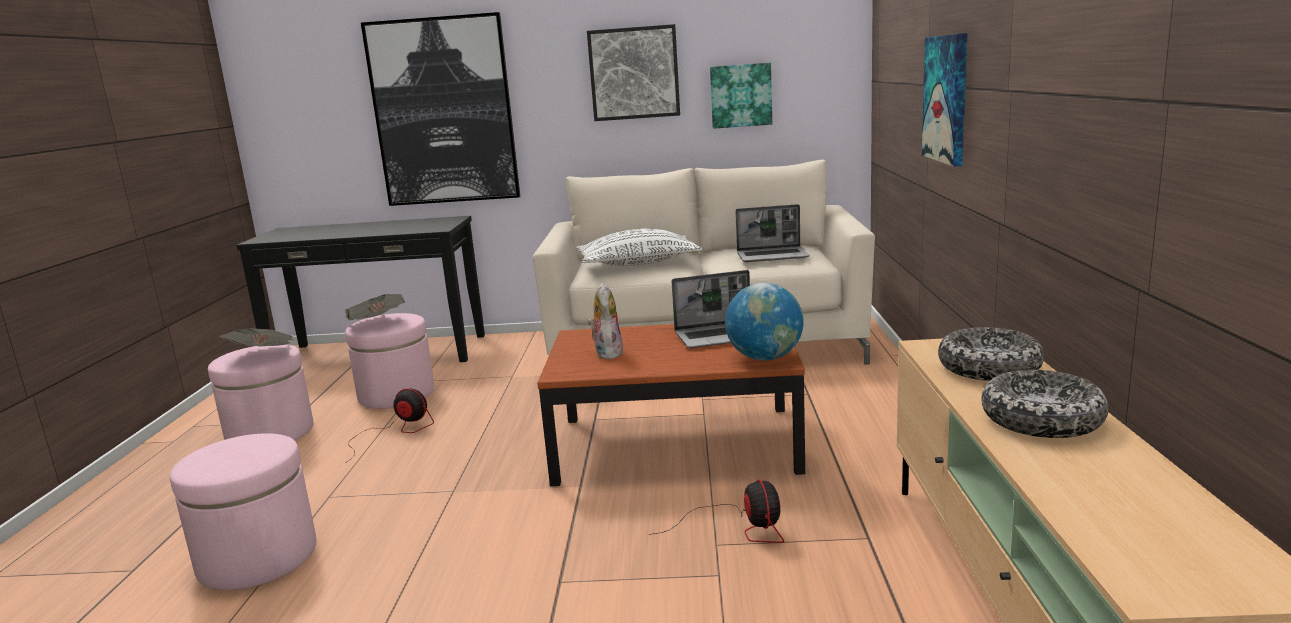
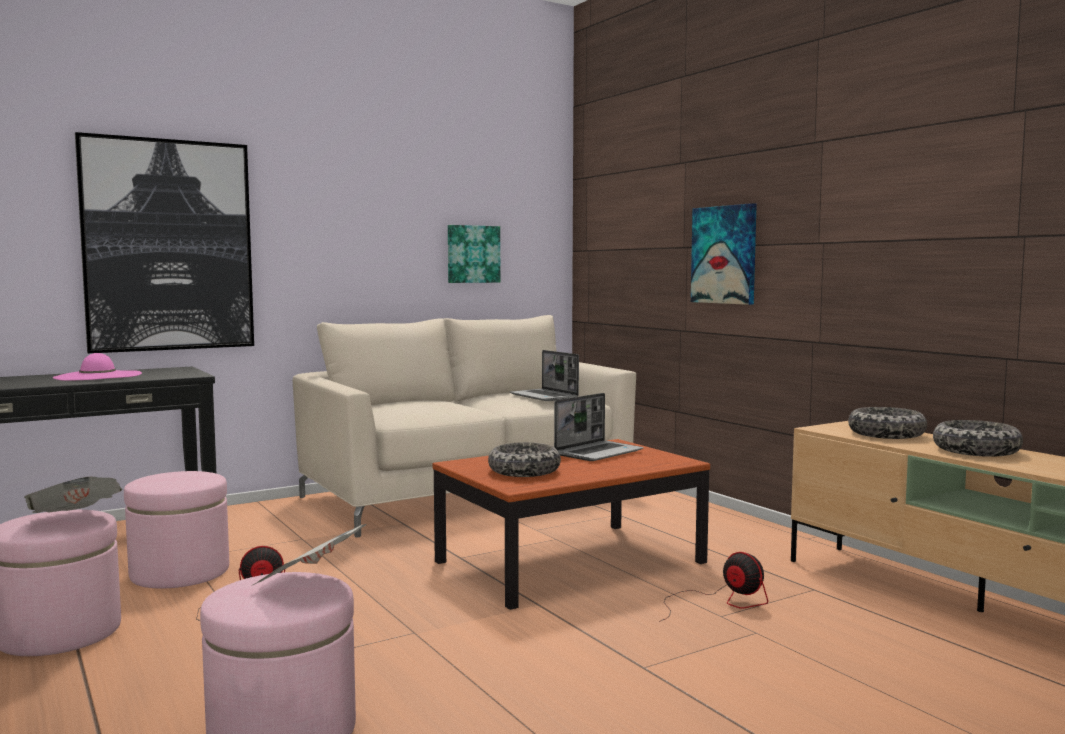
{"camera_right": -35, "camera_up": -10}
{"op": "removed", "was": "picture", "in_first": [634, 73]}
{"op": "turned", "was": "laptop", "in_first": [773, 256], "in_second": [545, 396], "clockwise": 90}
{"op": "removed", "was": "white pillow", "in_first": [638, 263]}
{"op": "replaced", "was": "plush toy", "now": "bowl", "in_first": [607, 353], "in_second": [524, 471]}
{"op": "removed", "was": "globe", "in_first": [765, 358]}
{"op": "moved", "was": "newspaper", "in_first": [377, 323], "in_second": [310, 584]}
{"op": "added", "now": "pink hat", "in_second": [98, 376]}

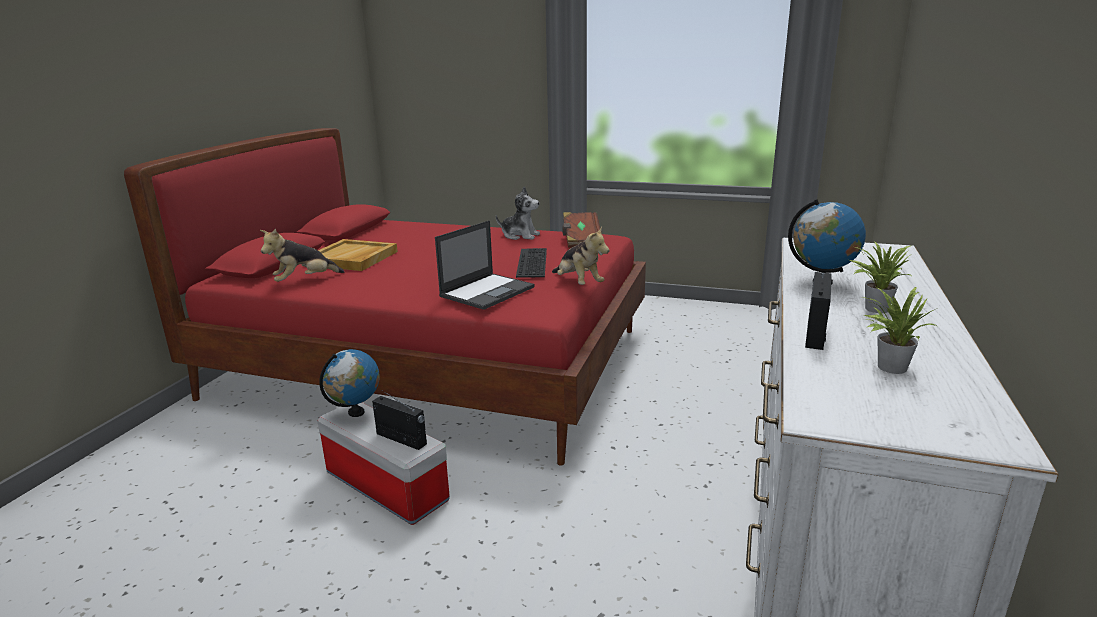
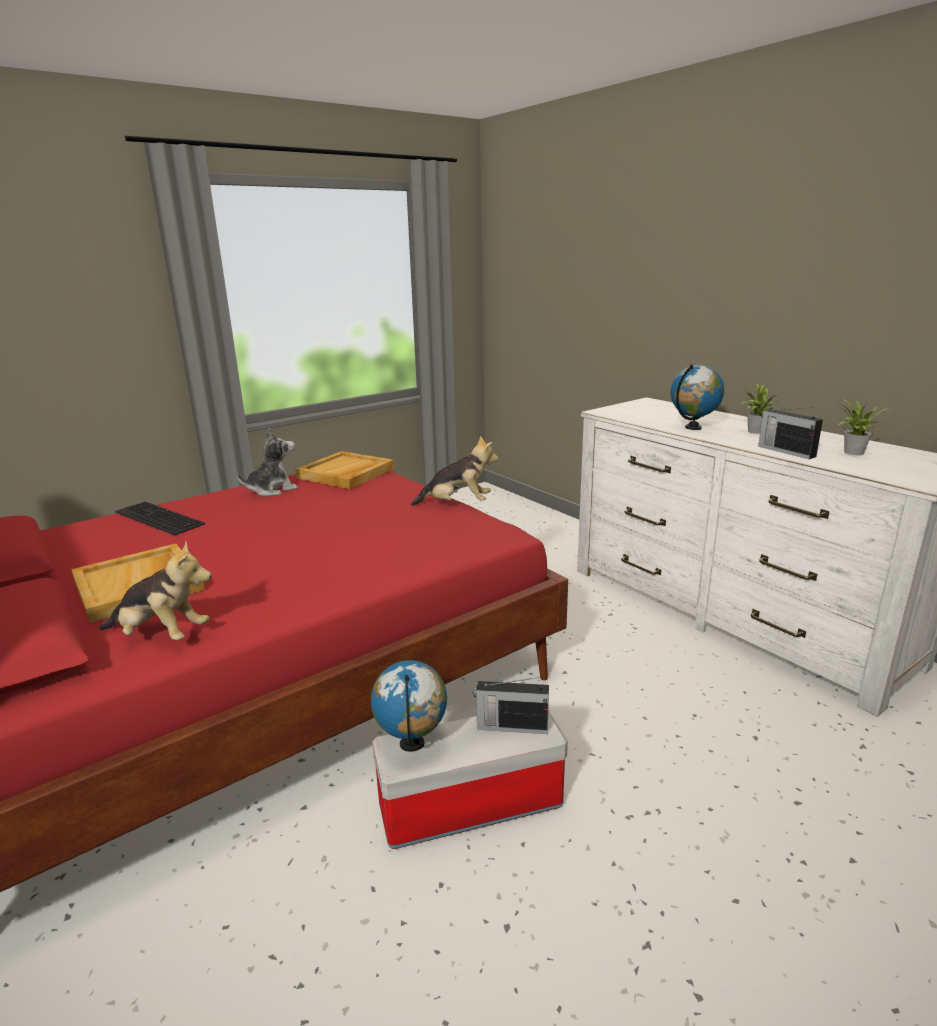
{"camera_right": -55, "camera_up": 0}
{"op": "replaced", "was": "brown book", "now": "beige tray", "in_first": [581, 240], "in_second": [346, 473]}
{"op": "removed", "was": "laptop", "in_first": [488, 291]}
{"op": "turned", "was": "plush toy", "in_first": [304, 281], "in_second": [161, 635], "clockwise": -75}
{"op": "moved", "was": "keyboard", "in_first": [530, 262], "in_second": [156, 518]}
{"op": "turned", "was": "radio", "in_first": [402, 439], "in_second": [511, 726], "clockwise": -150}

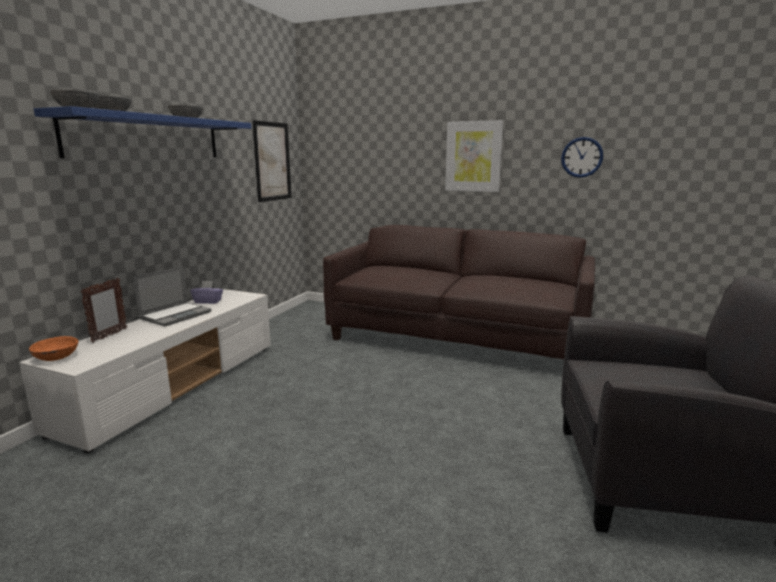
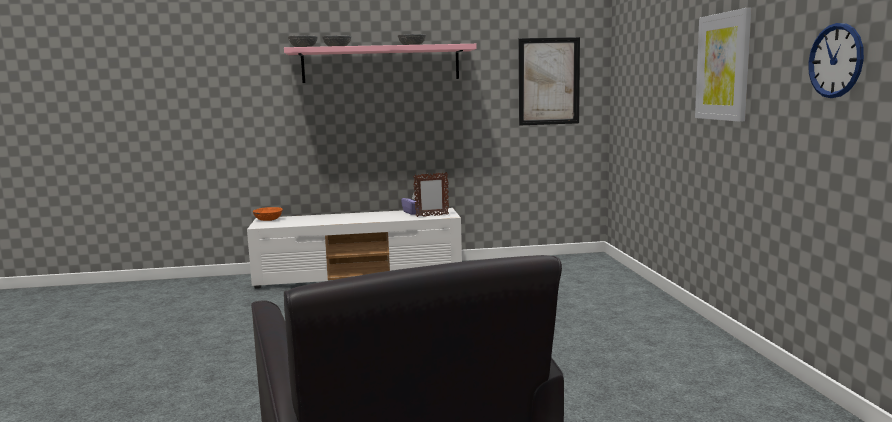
{"camera_right": 60, "camera_up": -5}
{"op": "recoloured", "was": "blue shelf", "now": "pink shelf", "in_first": [148, 137], "in_second": [381, 64]}
{"op": "removed", "was": "brown sofa", "in_first": [456, 338]}
{"op": "removed", "was": "laptop", "in_first": [176, 315]}
{"op": "moved", "was": "picture frame", "in_first": [109, 335], "in_second": [432, 216]}

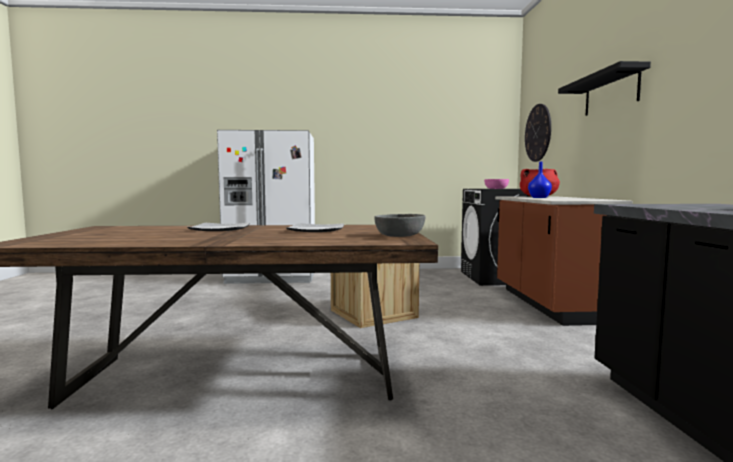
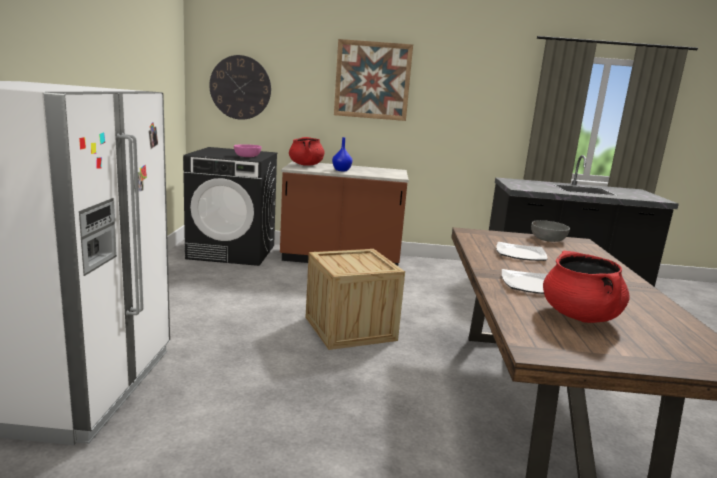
{"camera_right": -85, "camera_up": 10}
{"op": "replaced", "was": "black shelf", "now": "picture", "in_first": [611, 93], "in_second": [372, 80]}
{"op": "added", "now": "red cooking pot", "in_second": [580, 316]}

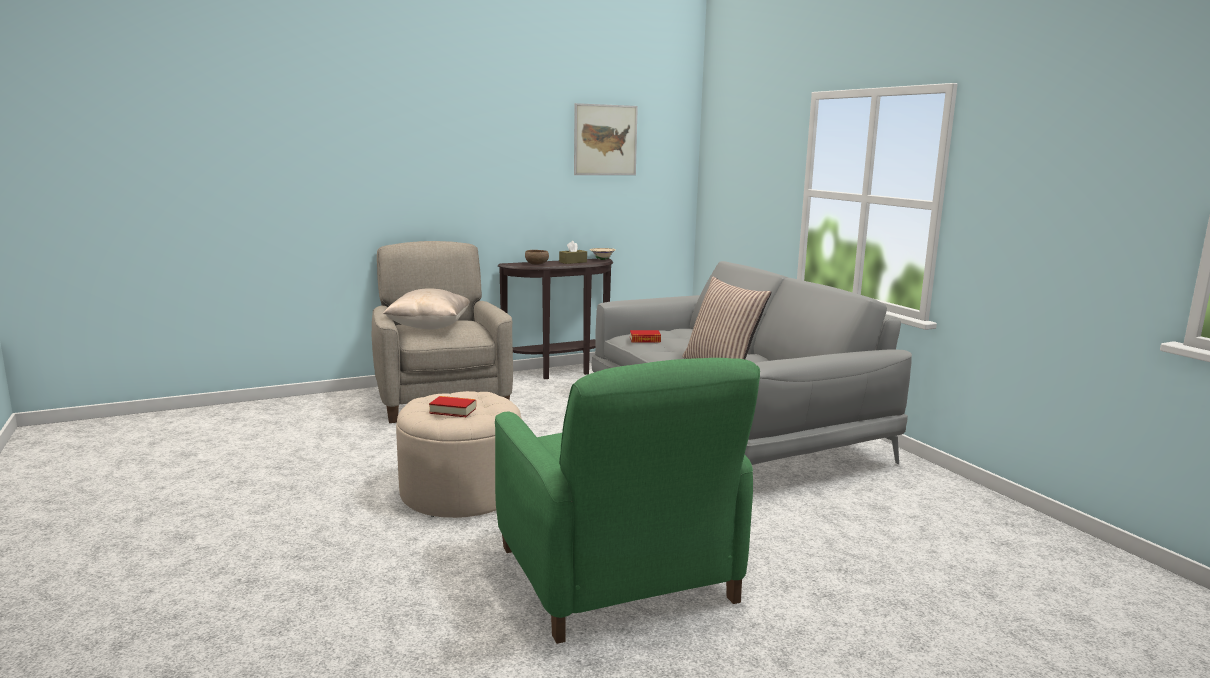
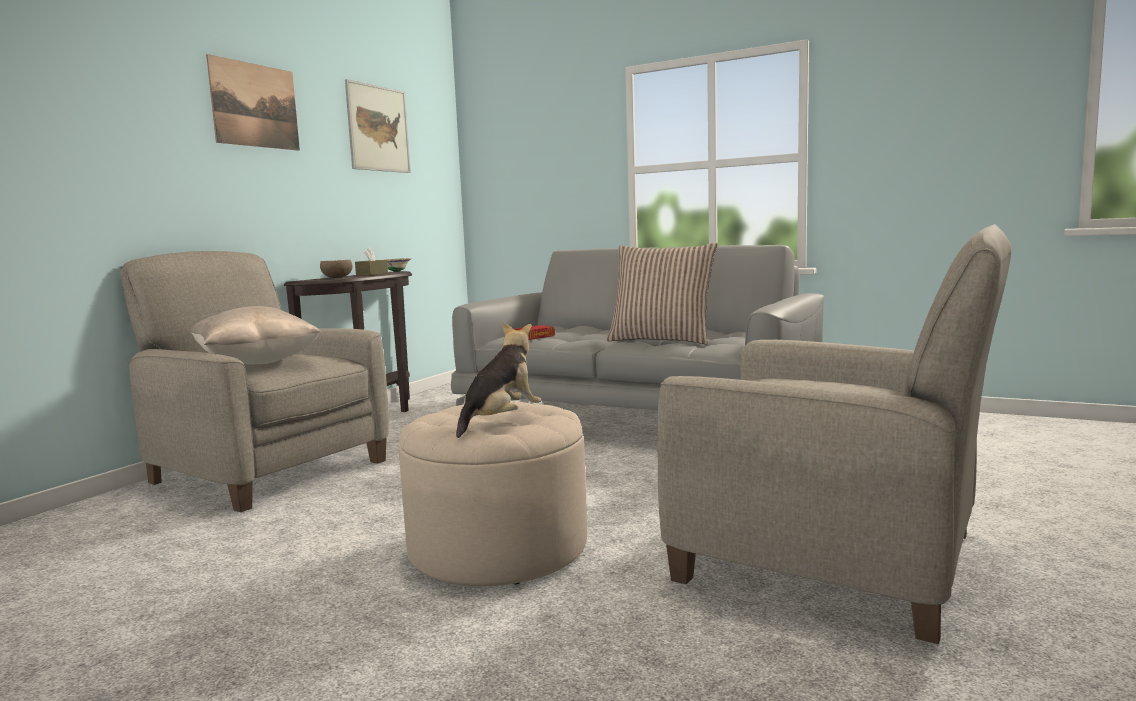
{"camera_right": -35, "camera_up": -5}
{"op": "recoloured", "was": "green armchair", "now": "beige armchair", "in_first": [616, 576], "in_second": [831, 558]}
{"op": "replaced", "was": "book", "now": "plush toy", "in_first": [453, 411], "in_second": [500, 421]}
{"op": "added", "now": "picture", "in_second": [255, 105]}

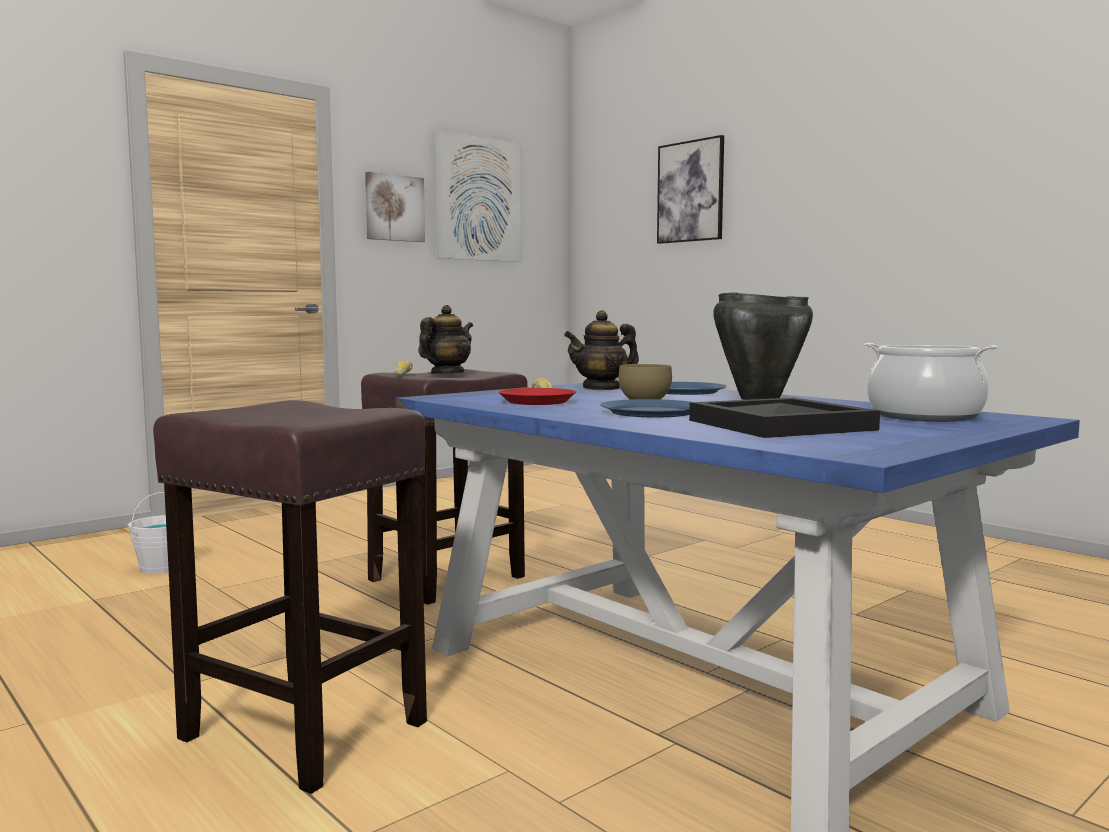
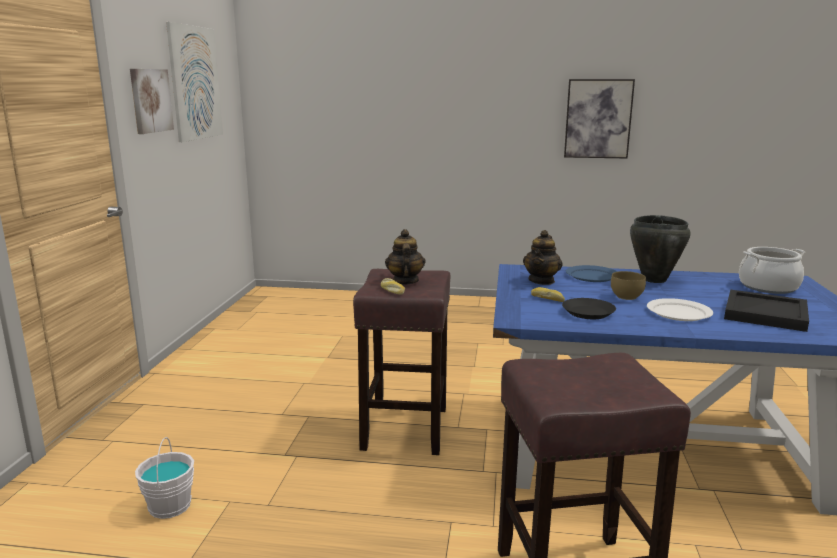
{"camera_right": -40, "camera_up": 10}
{"op": "moved", "was": "picture", "in_first": [690, 191], "in_second": [598, 119]}
{"op": "recoloured", "was": "red plate", "now": "black plate", "in_first": [536, 402], "in_second": [588, 313]}
{"op": "recoloured", "was": "blue plate", "now": "white plate", "in_first": [652, 412], "in_second": [679, 312]}

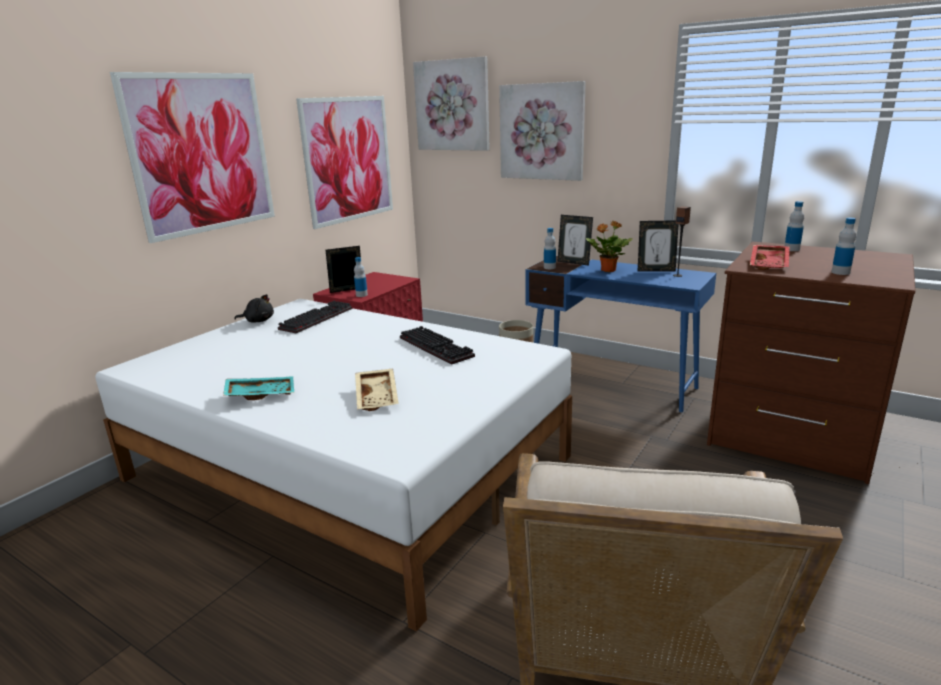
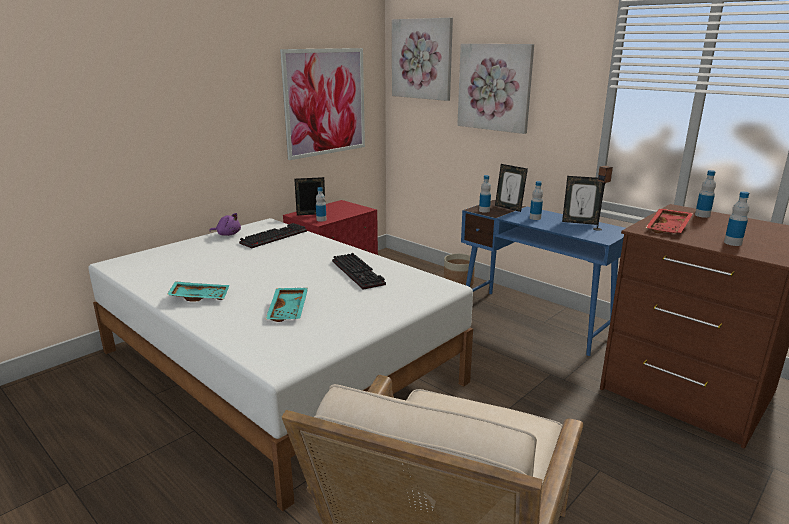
{"camera_right": 10, "camera_up": 0}
{"op": "removed", "was": "picture", "in_first": [202, 154]}
{"op": "replaced", "was": "potted plant", "now": "bottle", "in_first": [607, 270], "in_second": [535, 218]}
{"op": "recoloured", "was": "black plush toy", "now": "purple plush toy", "in_first": [258, 321], "in_second": [227, 234]}
{"op": "recoloured", "was": "beige tray", "now": "turquoise tray", "in_first": [378, 397], "in_second": [289, 310]}

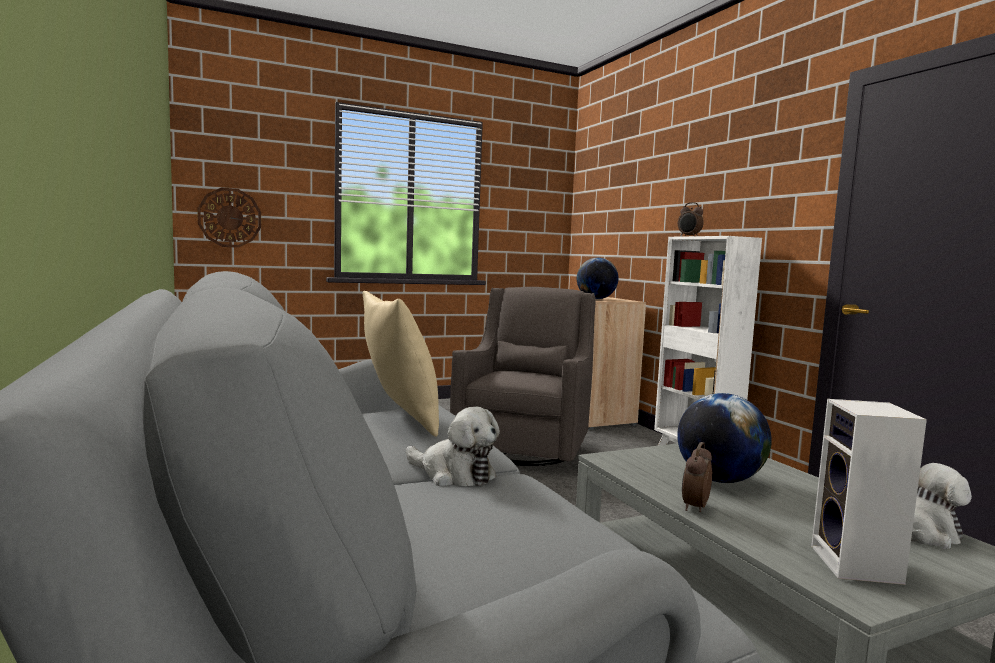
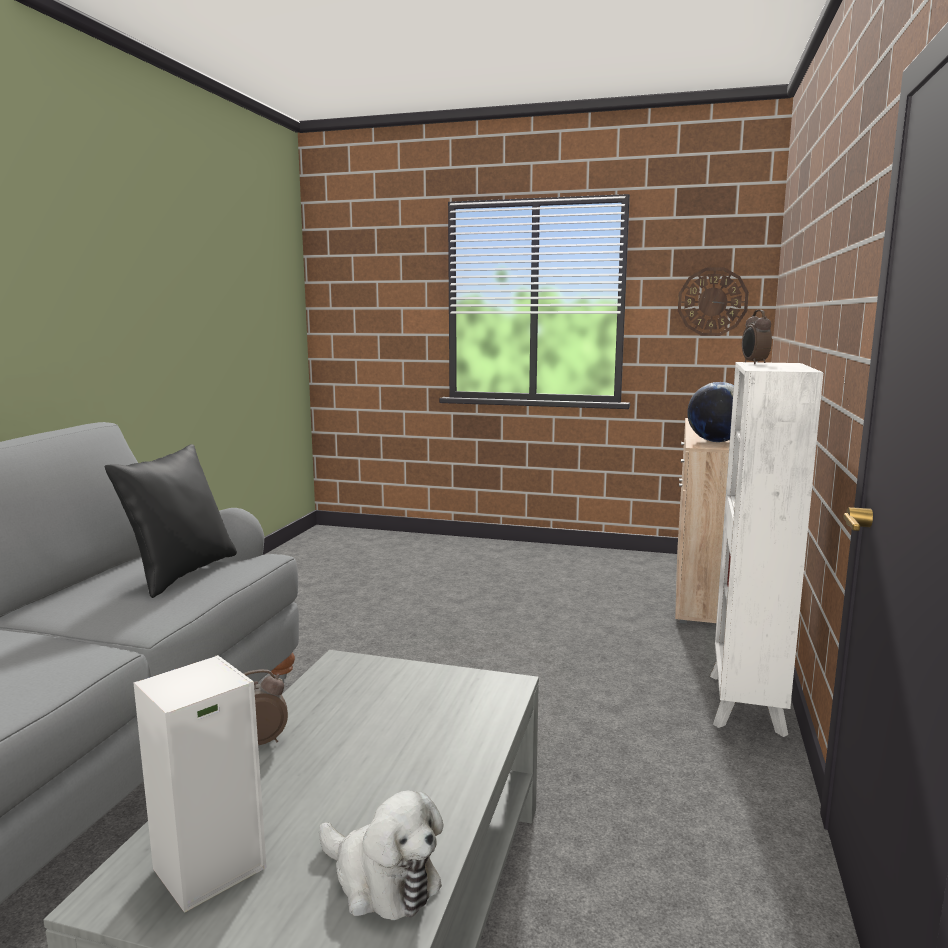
{"camera_right": 40, "camera_up": 5}
{"op": "moved", "was": "wall clock", "in_first": [230, 217], "in_second": [712, 302]}
{"op": "removed", "was": "grey armchair", "in_first": [525, 448]}
{"op": "recoloured", "was": "beige pillow", "now": "black pillow", "in_first": [399, 419], "in_second": [181, 573]}
{"op": "removed", "was": "globe", "in_first": [719, 480]}
{"op": "removed", "was": "plush toy", "in_first": [454, 474]}

